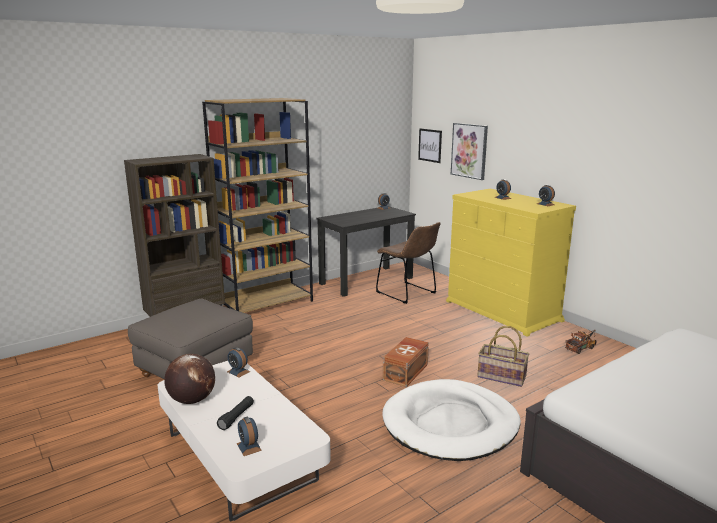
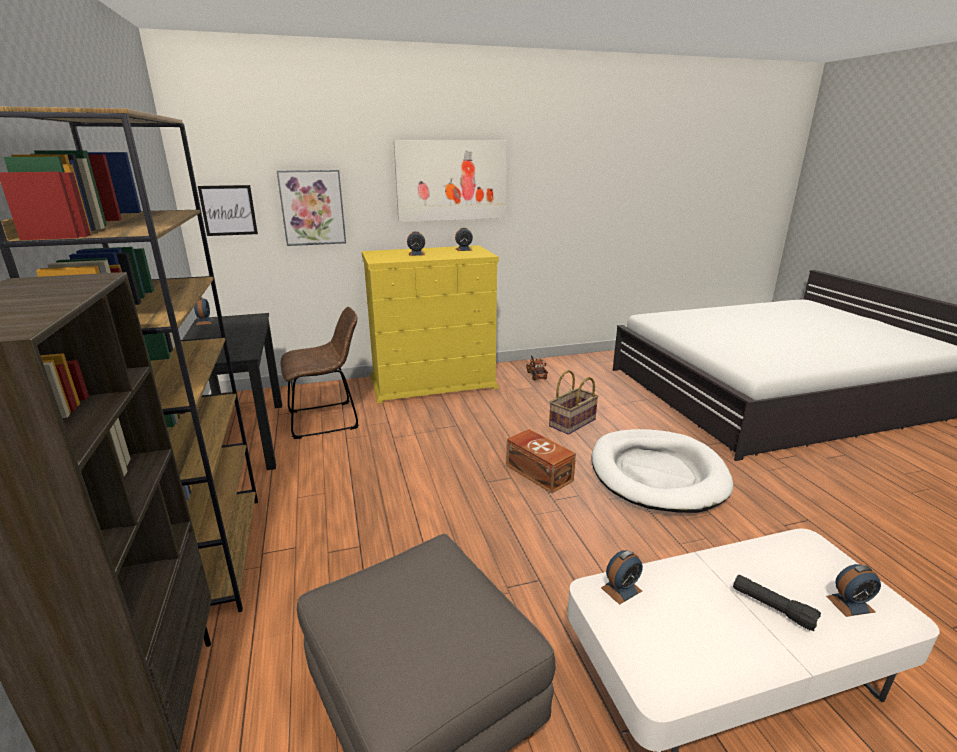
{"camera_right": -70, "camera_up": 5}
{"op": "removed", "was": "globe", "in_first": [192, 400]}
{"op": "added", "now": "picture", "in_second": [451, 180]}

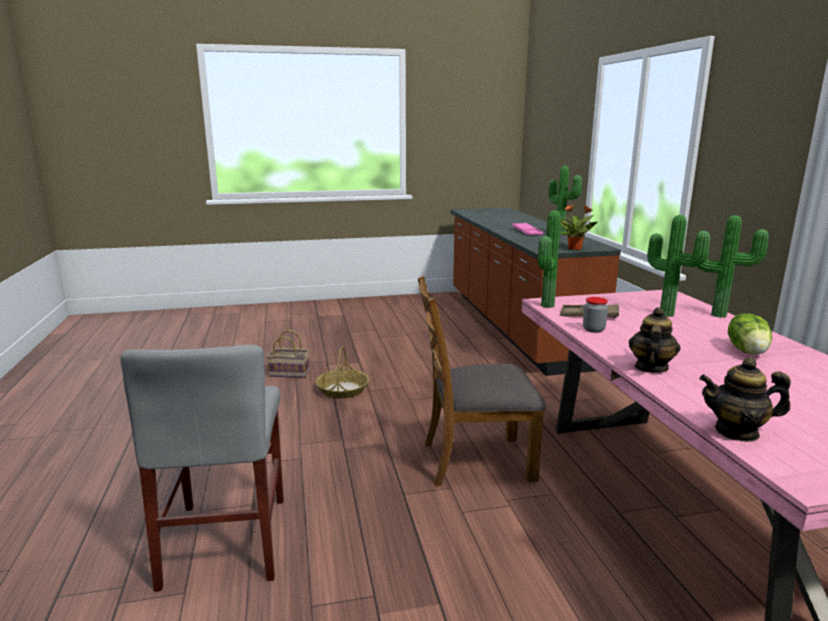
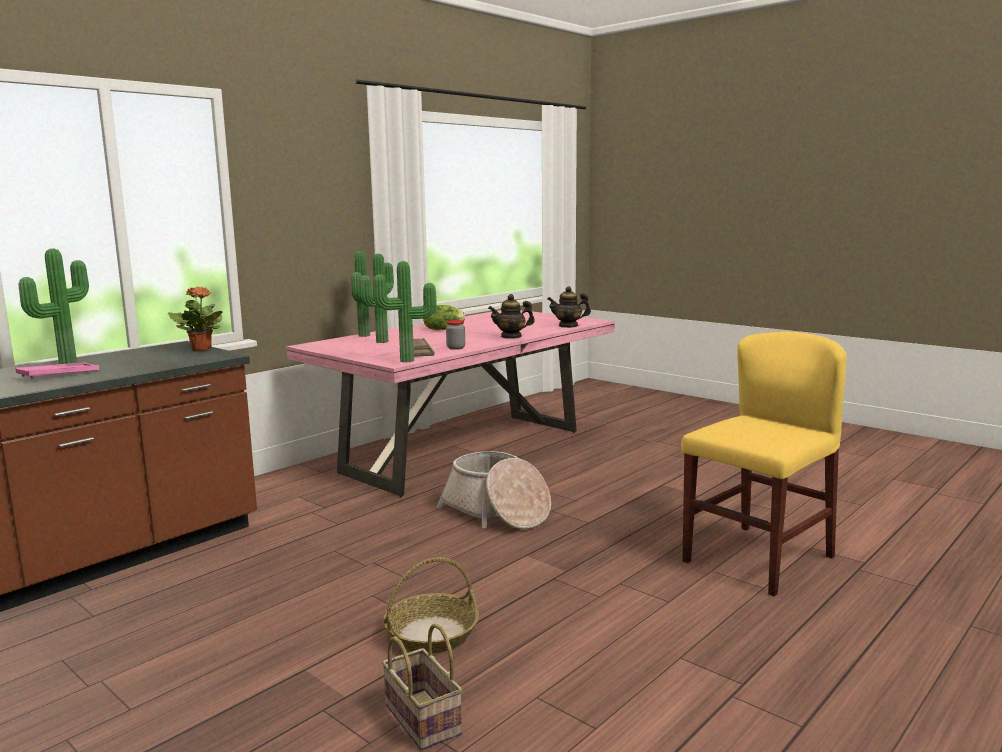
{"camera_right": -125, "camera_up": -5}
{"op": "replaced", "was": "brown chair", "now": "basket", "in_first": [476, 460], "in_second": [497, 512]}
{"op": "recoloured", "was": "grey chair", "now": "yellow chair", "in_first": [226, 540], "in_second": [758, 559]}
{"op": "turned", "was": "teapot", "in_first": [737, 431], "in_second": [568, 326], "clockwise": 120}

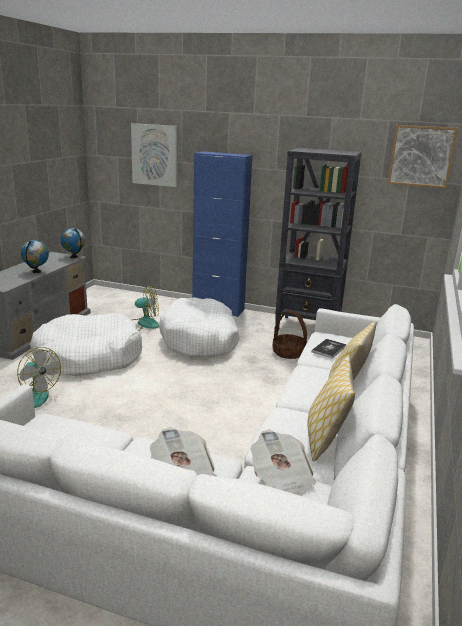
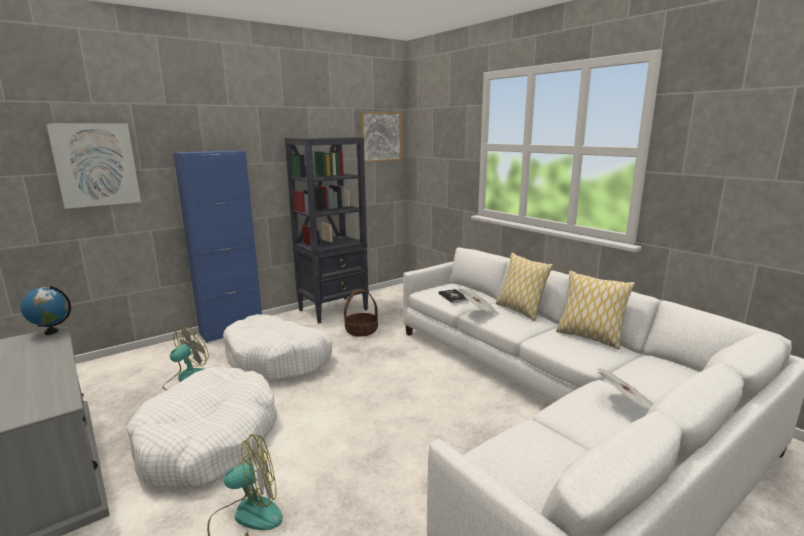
{"camera_right": -55, "camera_up": -5}
{"op": "removed", "was": "globe", "in_first": [36, 272]}
{"op": "moved", "was": "newspaper", "in_first": [282, 480], "in_second": [478, 312]}

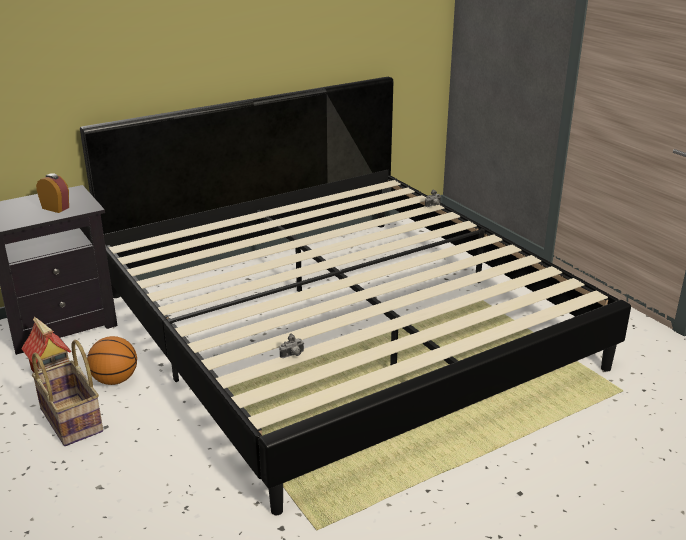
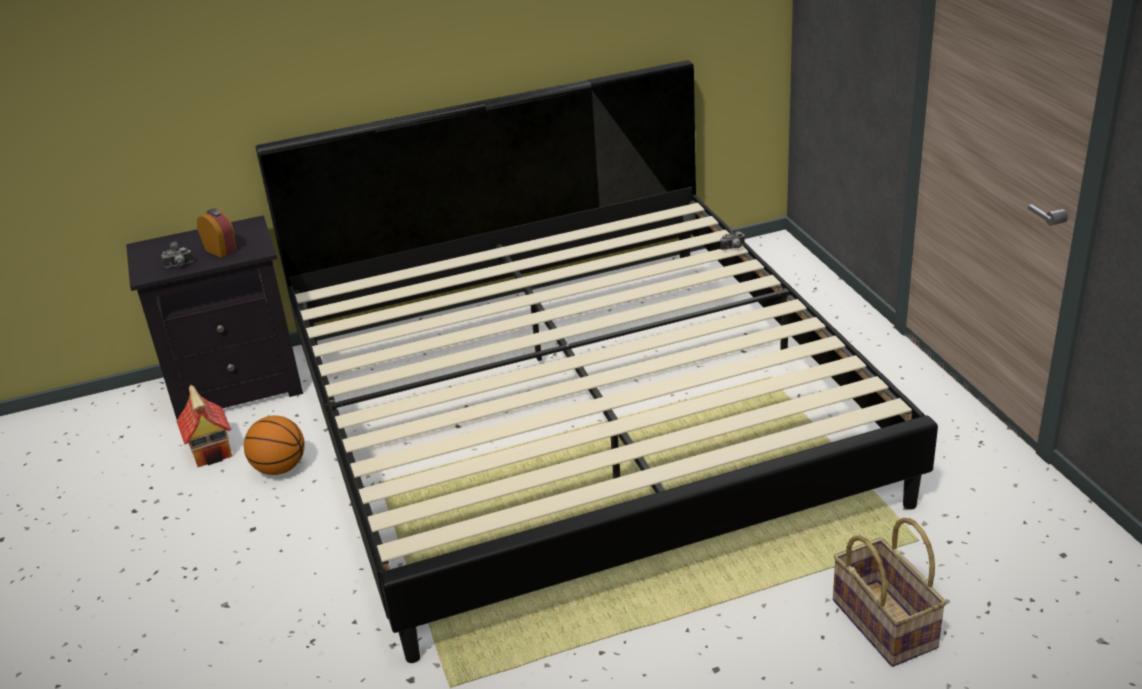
{"camera_right": 15, "camera_up": 5}
{"op": "moved", "was": "photo camera", "in_first": [293, 355], "in_second": [179, 265]}
{"op": "moved", "was": "basket", "in_first": [73, 420], "in_second": [886, 623]}

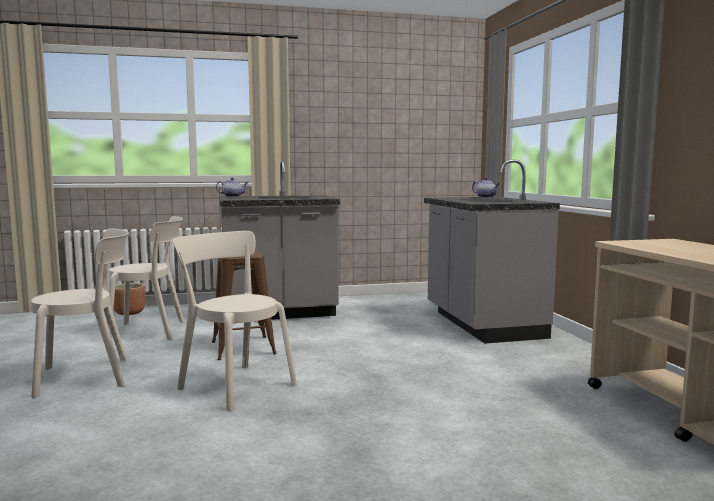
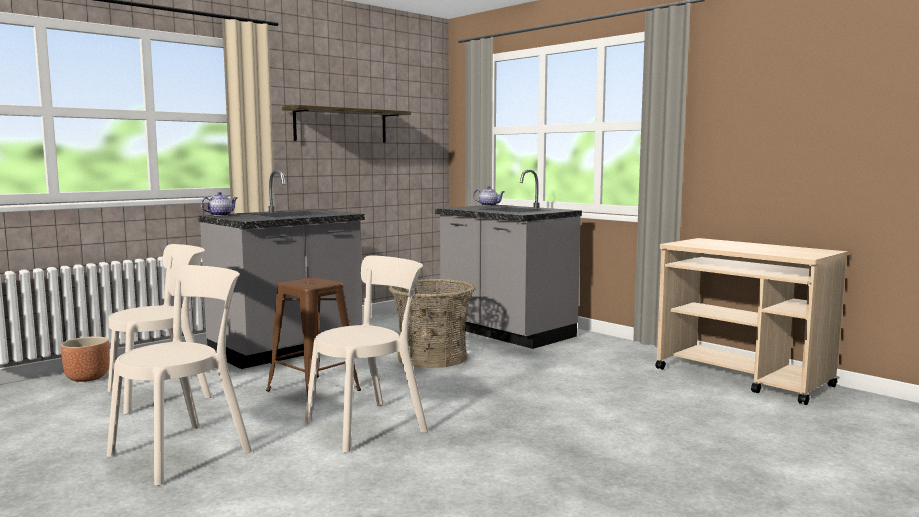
{"camera_right": -30, "camera_up": 0}
{"op": "turned", "was": "beige chair", "in_first": [234, 385], "in_second": [370, 425], "clockwise": 135}
{"op": "added", "now": "shelf", "in_second": [341, 125]}
{"op": "added", "now": "basket", "in_second": [432, 357]}

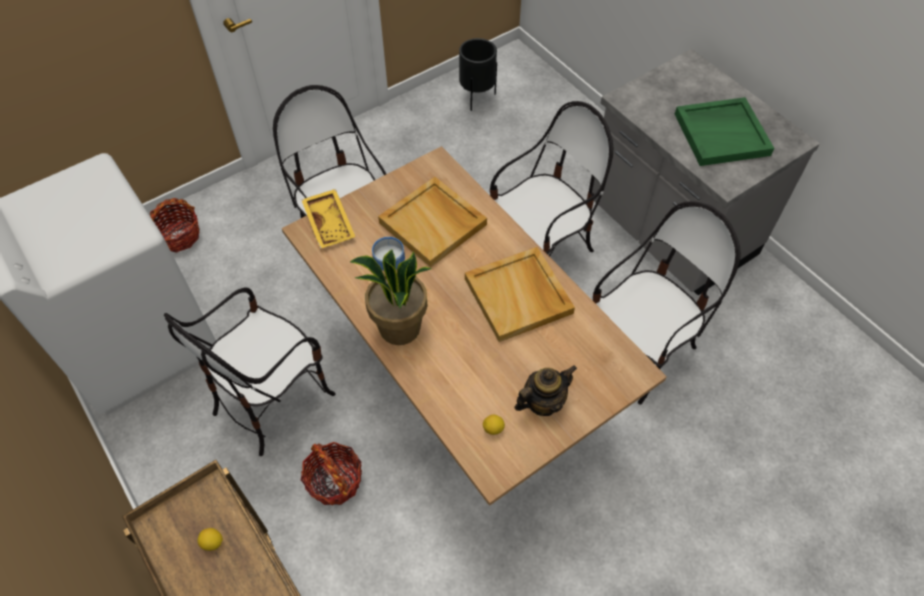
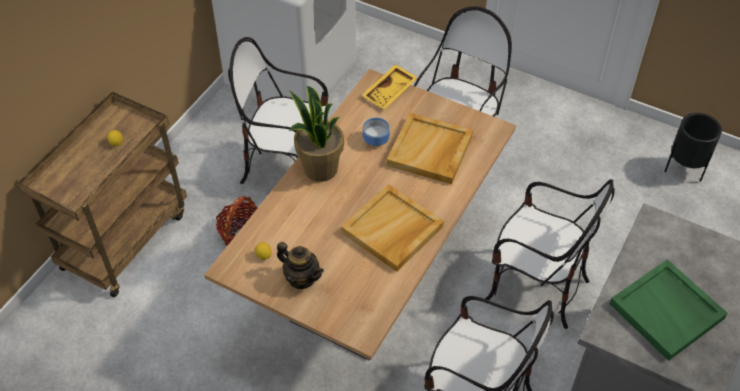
{"camera_right": 65, "camera_up": -5}
{"op": "removed", "was": "basket", "in_first": [178, 236]}

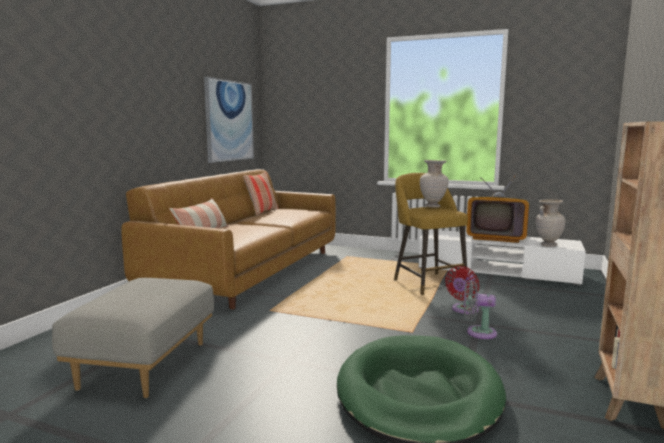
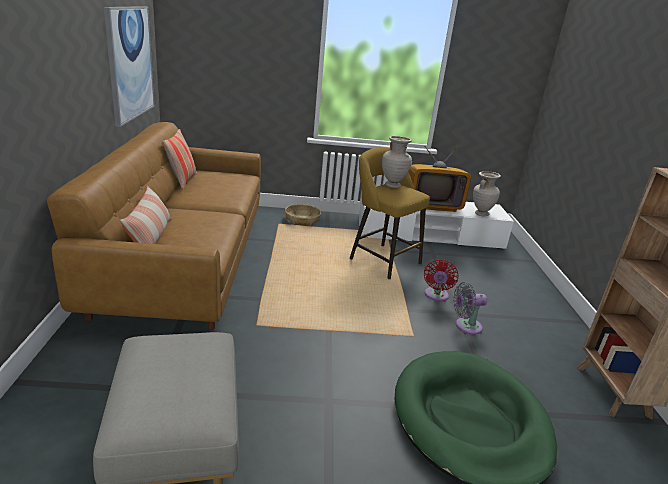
{"camera_right": -25, "camera_up": 15}
{"op": "added", "now": "basket", "in_second": [302, 220]}

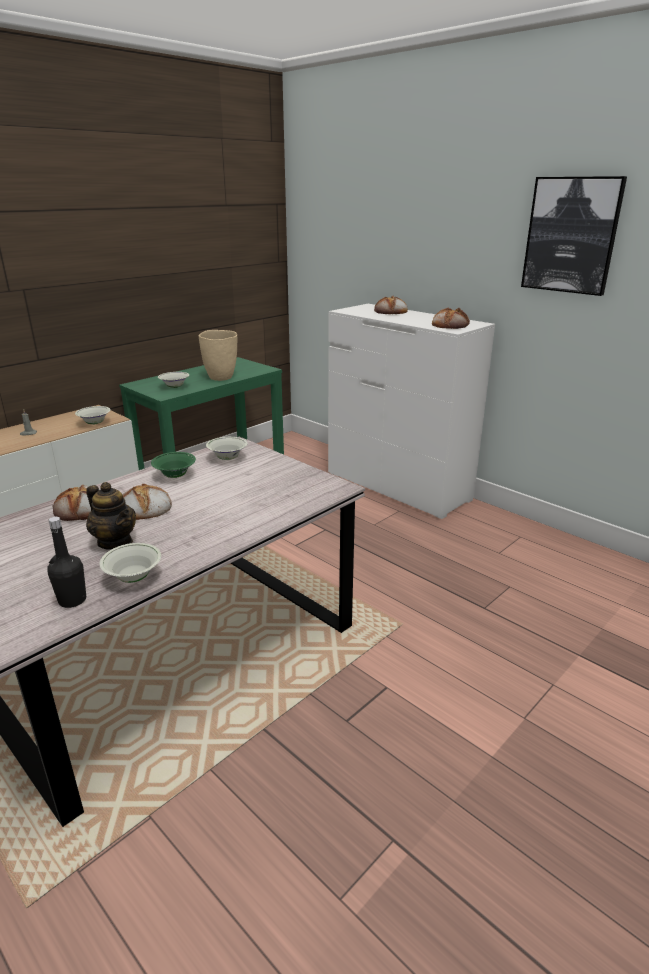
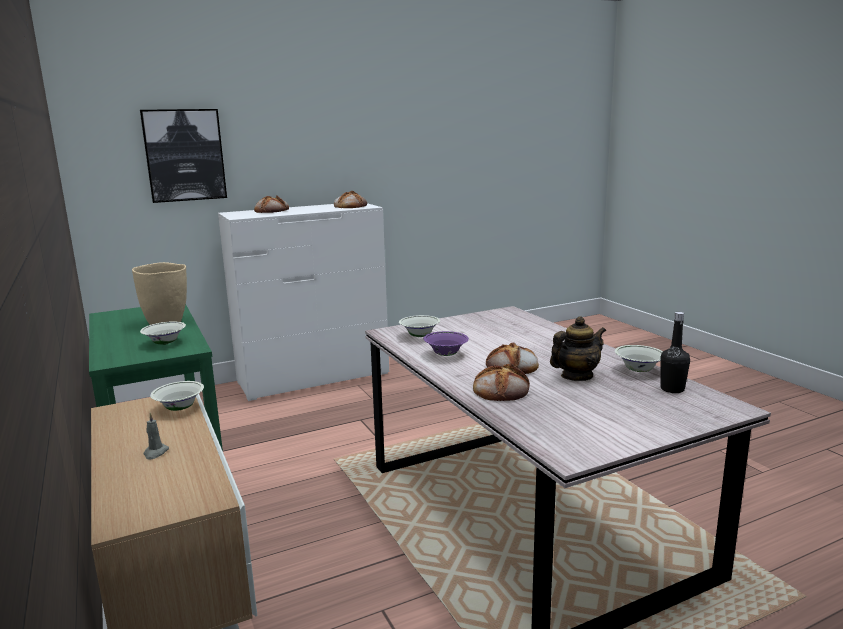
{"camera_right": -70, "camera_up": -10}
{"op": "moved", "was": "picture", "in_first": [571, 235], "in_second": [184, 155]}
{"op": "recoloured", "was": "green bowl", "now": "purple bowl", "in_first": [175, 476], "in_second": [446, 355]}

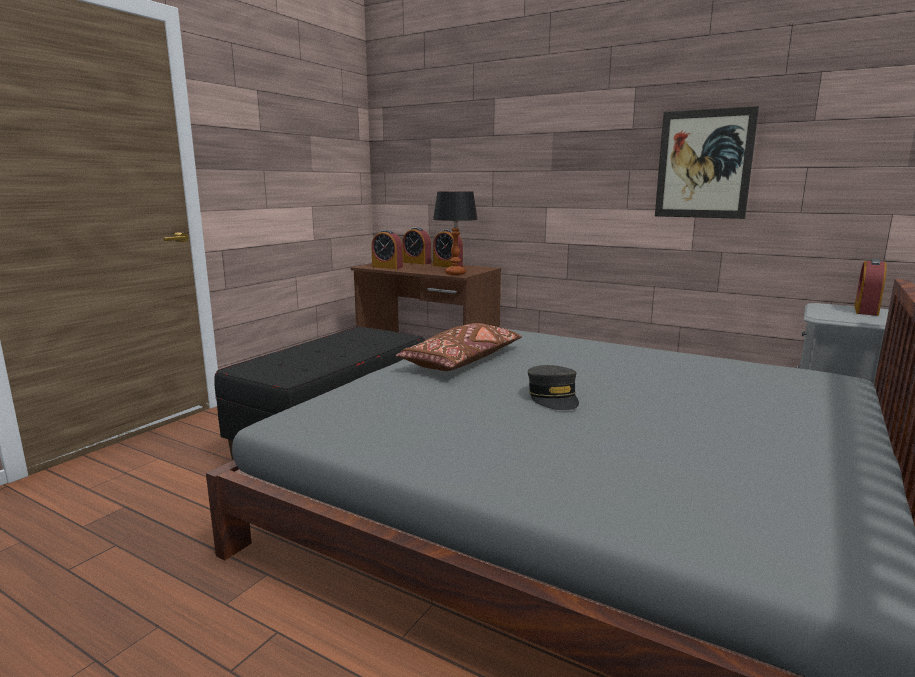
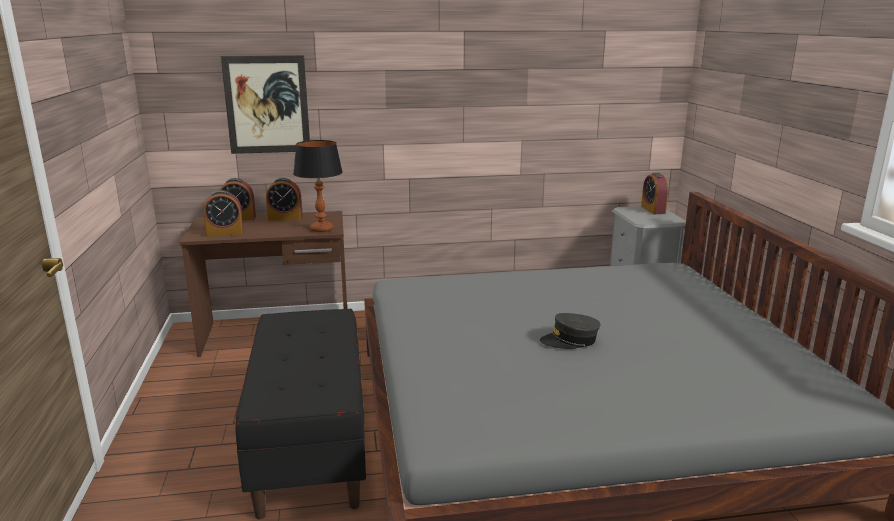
{"camera_right": -40, "camera_up": 5}
{"op": "moved", "was": "picture", "in_first": [703, 164], "in_second": [267, 105]}
{"op": "removed", "was": "brown pillow", "in_first": [463, 361]}
{"op": "turned", "was": "grey cap", "in_first": [553, 397], "in_second": [570, 340], "clockwise": 135}

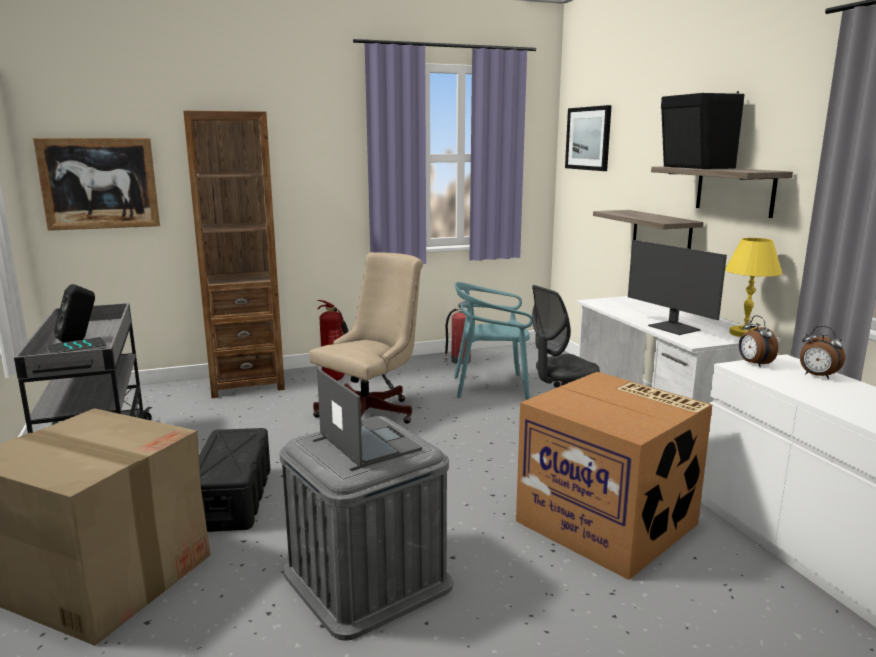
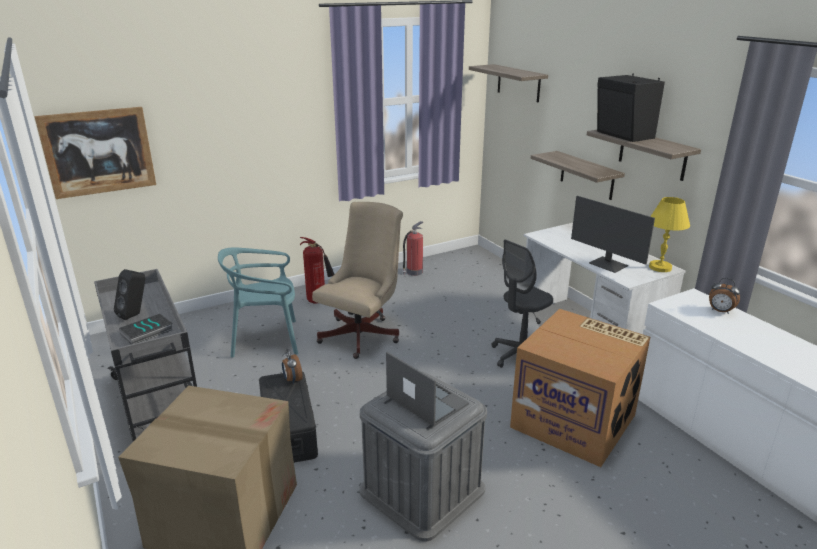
{"camera_right": -10, "camera_up": 10}
{"op": "replaced", "was": "picture", "now": "shelf", "in_first": [588, 138], "in_second": [518, 83]}
{"op": "removed", "was": "brown bookcase", "in_first": [246, 384]}
{"op": "moved", "was": "turquoise chair", "in_first": [491, 387], "in_second": [266, 340]}
{"op": "moved", "was": "alarm clock", "in_first": [753, 364], "in_second": [292, 380]}

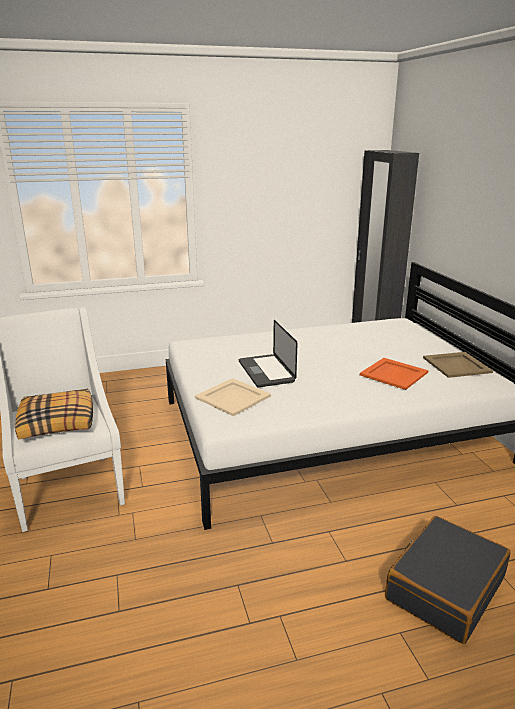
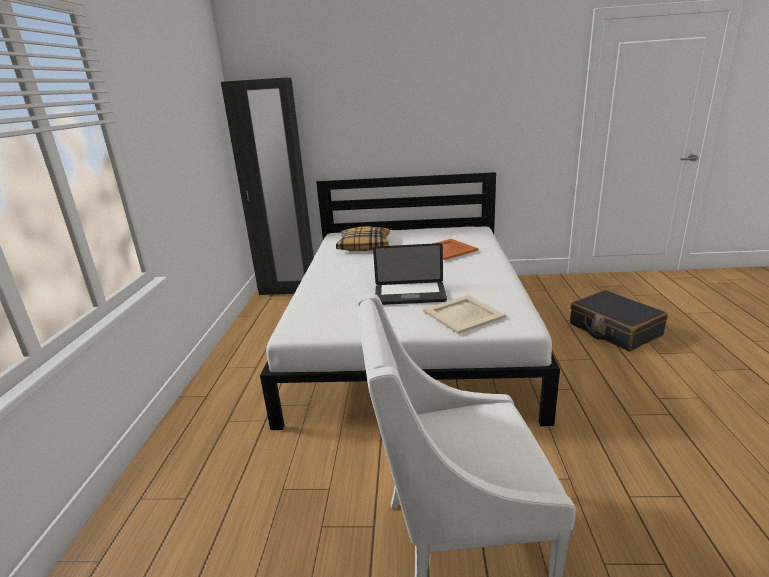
{"camera_right": -70, "camera_up": 0}
{"op": "removed", "was": "beige tray", "in_first": [456, 365]}
{"op": "moved", "was": "pillow", "in_first": [58, 422], "in_second": [364, 246]}

